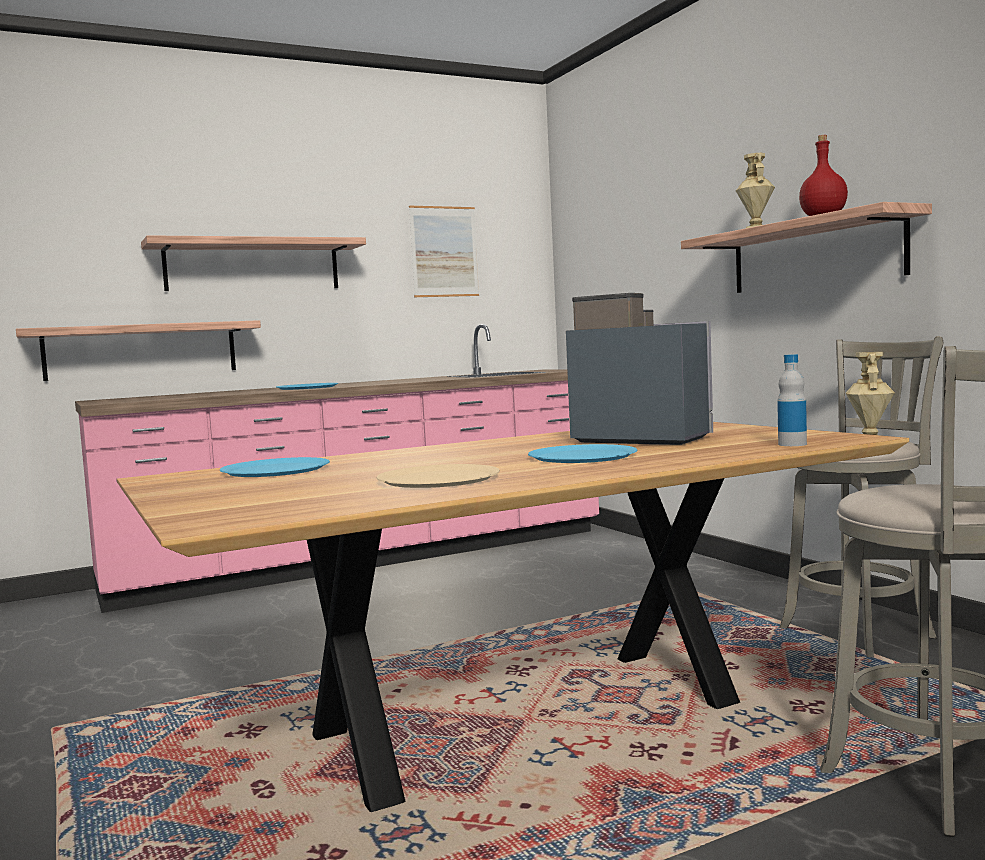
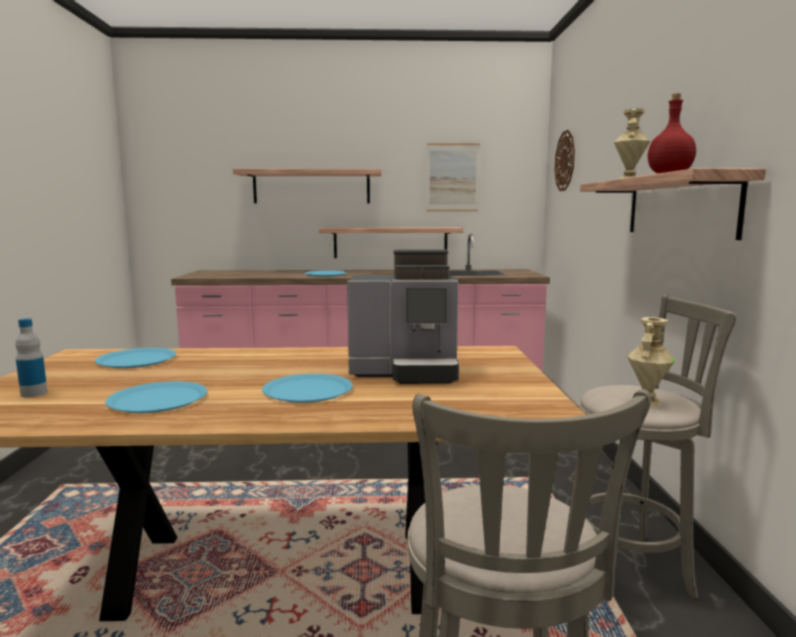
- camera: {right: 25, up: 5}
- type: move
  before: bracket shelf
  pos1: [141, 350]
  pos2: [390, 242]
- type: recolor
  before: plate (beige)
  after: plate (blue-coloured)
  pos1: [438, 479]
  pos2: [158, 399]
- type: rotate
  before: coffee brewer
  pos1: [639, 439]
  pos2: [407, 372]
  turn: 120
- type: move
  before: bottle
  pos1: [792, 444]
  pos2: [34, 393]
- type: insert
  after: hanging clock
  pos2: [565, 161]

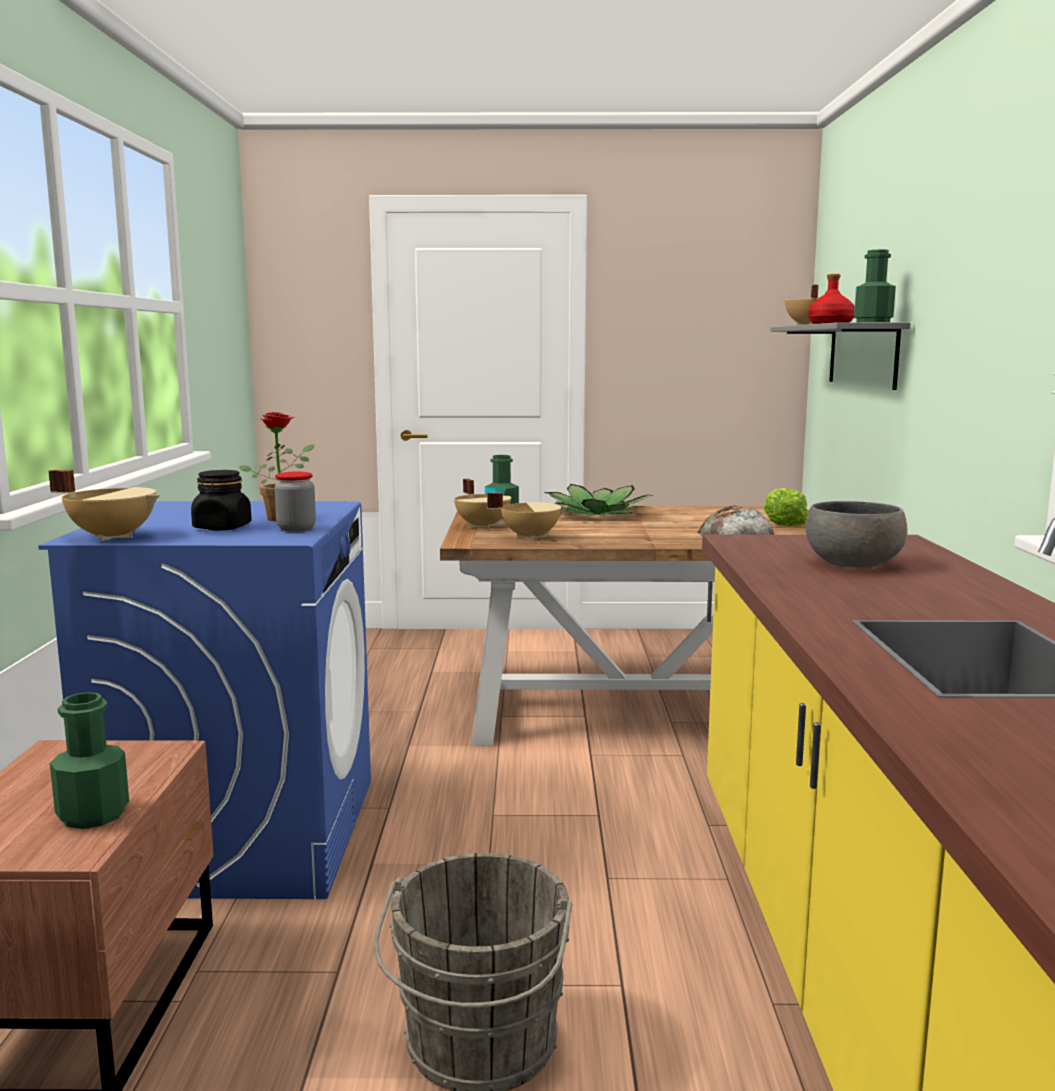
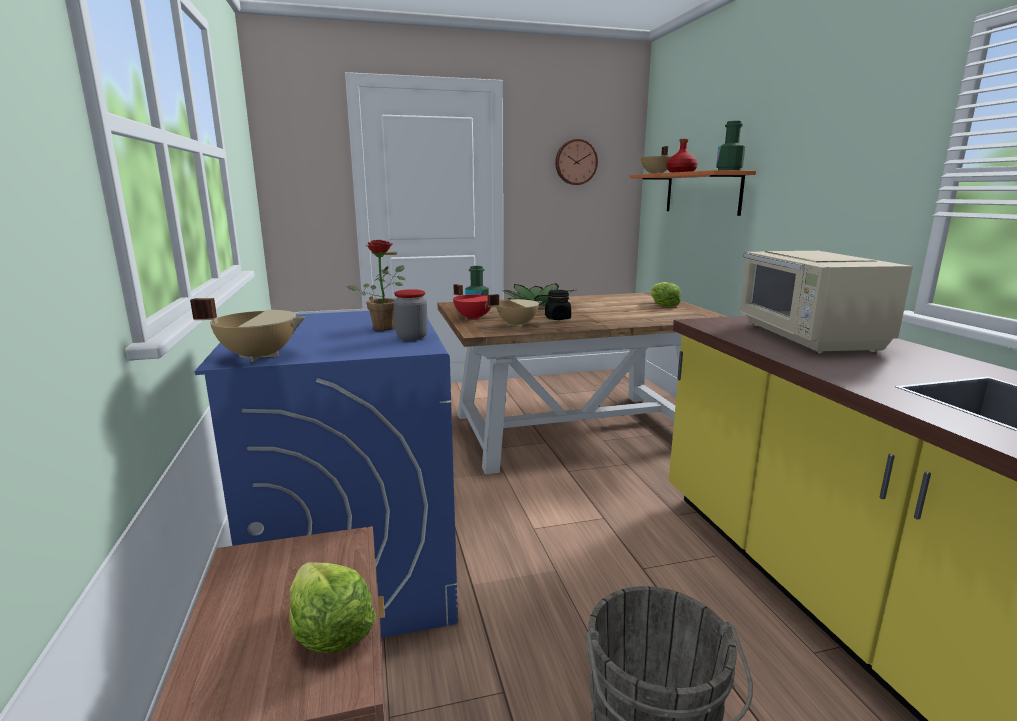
- camera: {right: -15, up: 5}
- type: replace
  before: bottle (greenish)
  after: lettuce
  pos1: [93, 814]
  pos2: [330, 630]
- type: move
  before: jar (black-coloured)
  pos1: [222, 527]
  pos2: [557, 318]
- type: recolor
  before: saucepot (beige)
  after: saucepot (reddish)
  pos1: [483, 526]
  pos2: [474, 318]
- type: delete
  before: baked bread
  pos1: [736, 533]
- type: recolor
  before: bracket shelf (gray)
  after: bracket shelf (orange-coloured)
  pos1: [862, 355]
  pos2: [702, 193]
- type: replace
  before: deep dish (gray)
  after: microwave oven (beige)
  pos1: [853, 564]
  pos2: [808, 337]
- type: insert
  after: hanging clock
  pos2: [575, 162]

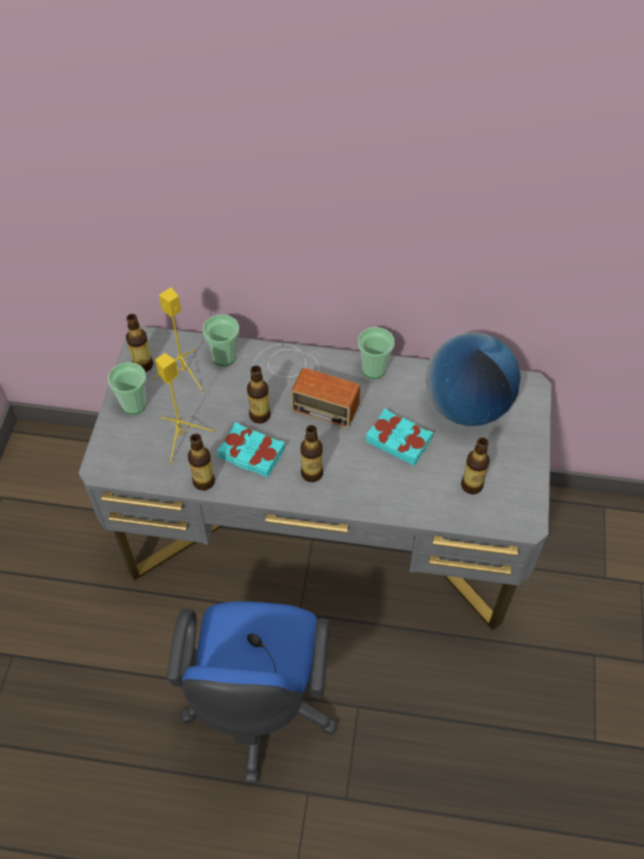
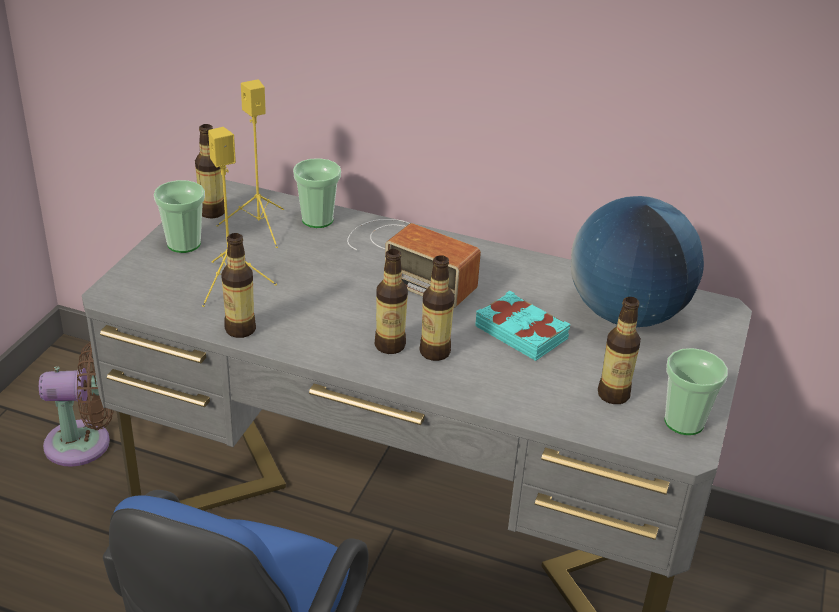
- camera: {right: 10, up: -20}
- type: delete
  before: book (turquoise)
  pos1: [251, 454]
- type: move
  before: bottle
  pos1: [260, 415]
  pos2: [435, 352]
- type: move
  before: drinking cup
  pos1: [374, 369]
  pos2: [684, 422]
- type: insert
  after: fan (brown)
  pos2: [85, 444]

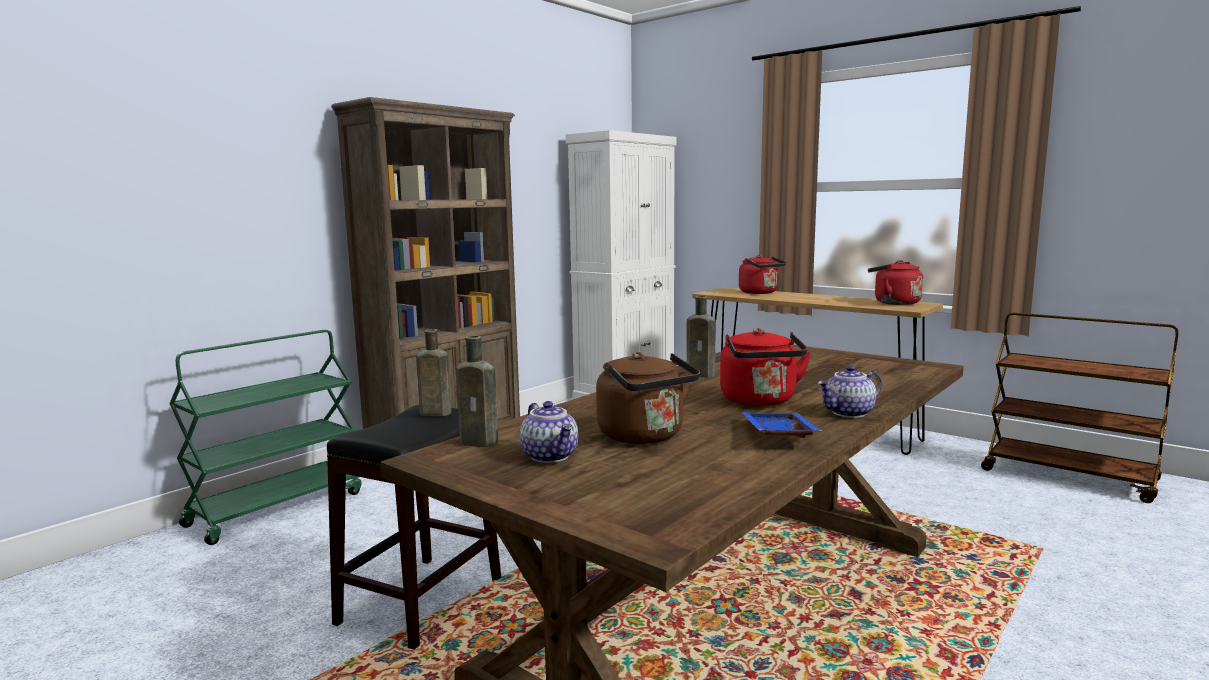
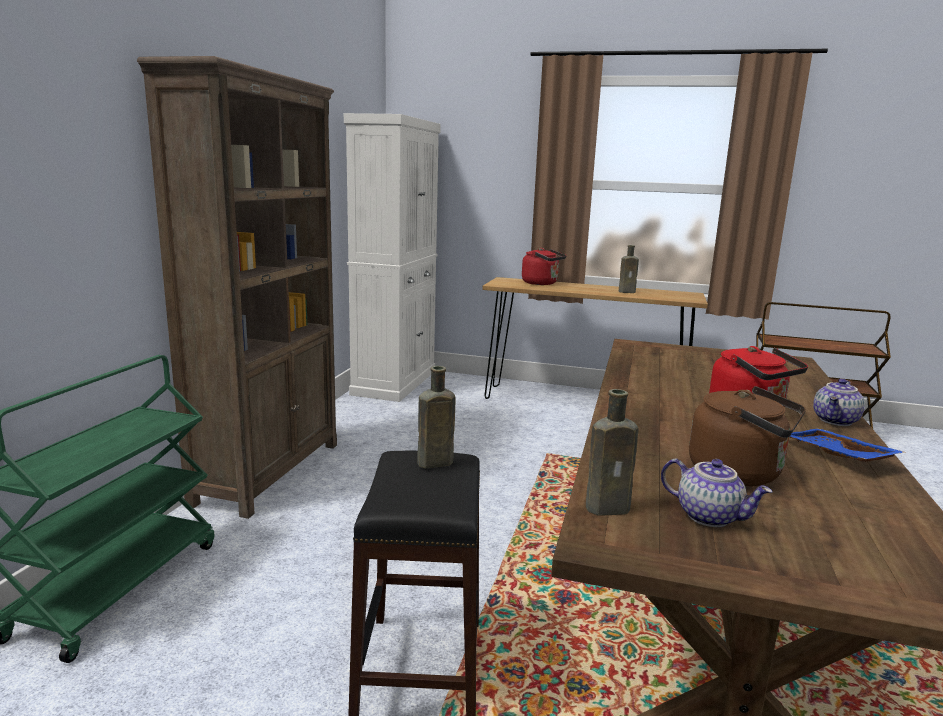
- camera: {right: -25, up: 5}
- type: move
  before: bottle (brown)
  pos1: [702, 375]
  pos2: [628, 292]
- type: delete
  before: kettle (reddish)
  pos1: [893, 303]

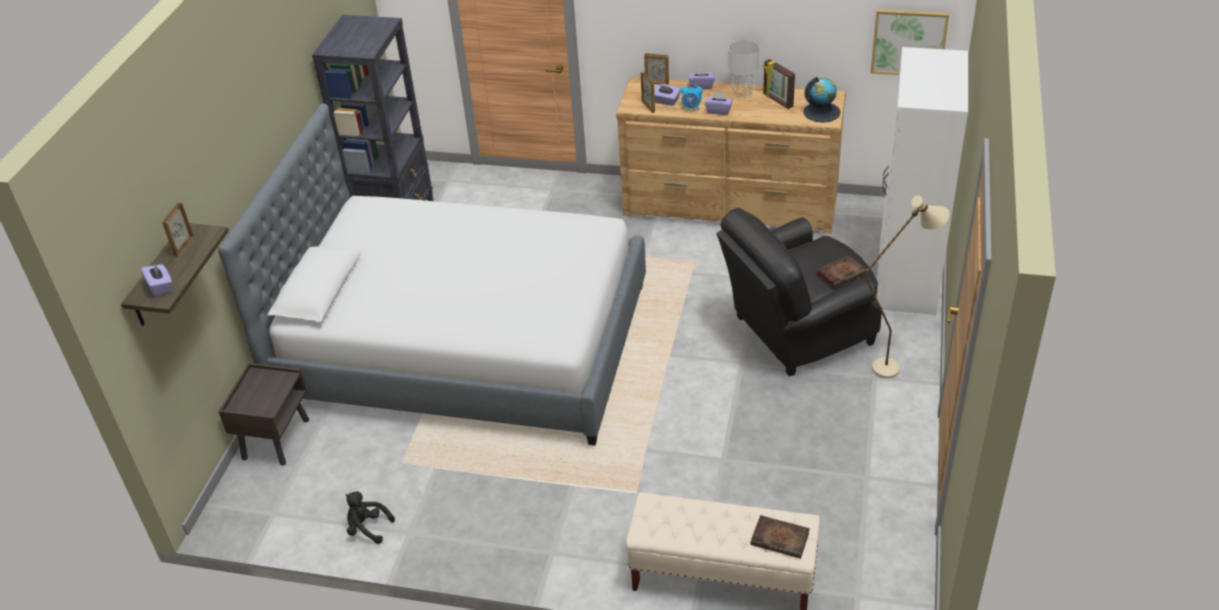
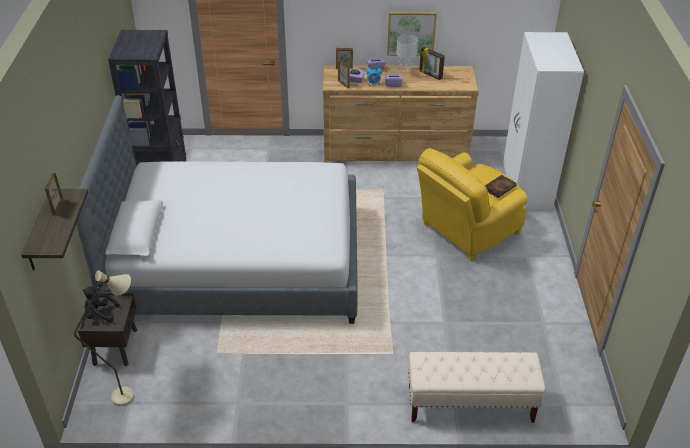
- camera: {right: -15, up: 0}
- type: delete
  before: box of tissues (purplish)
  pos1: [161, 287]
- type: move
  before: cuddly toy (black-coloured)
  pos1: [368, 528]
  pos2: [100, 314]
- type: recolor
  before: easy chair (black-coloured)
  after: easy chair (yellow-coloured)
  pos1: [797, 332]
  pos2: [467, 231]
- type: delete
  before: book
  pos1: [781, 539]
- type: delete
  before: desk globe
  pos1: [821, 112]
- type: move
  before: standard lamp (beige)
  pos1: [895, 366]
  pos2: [131, 393]
- type: move
  before: picture
  pos1: [909, 42]
  pos2: [411, 33]

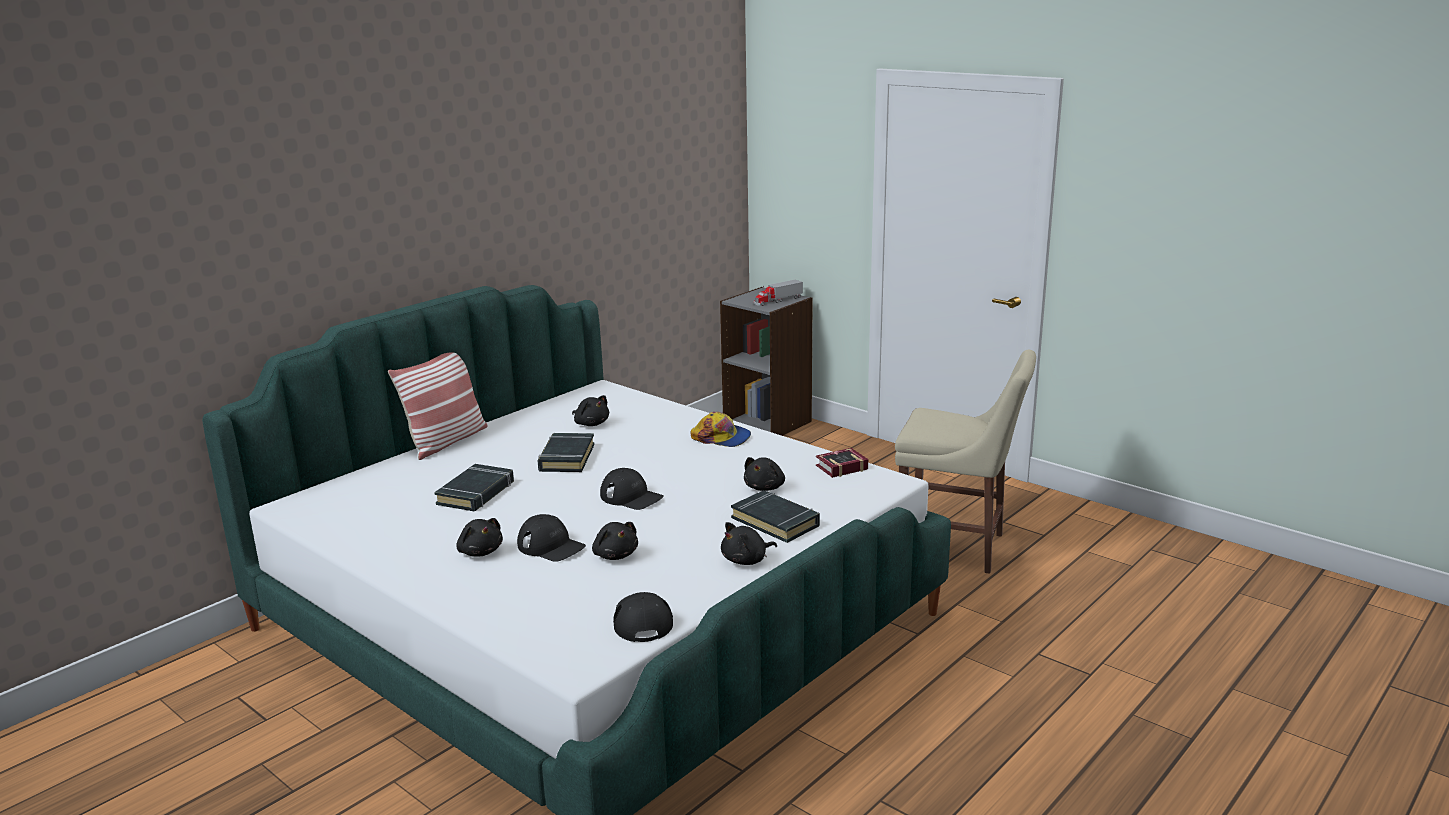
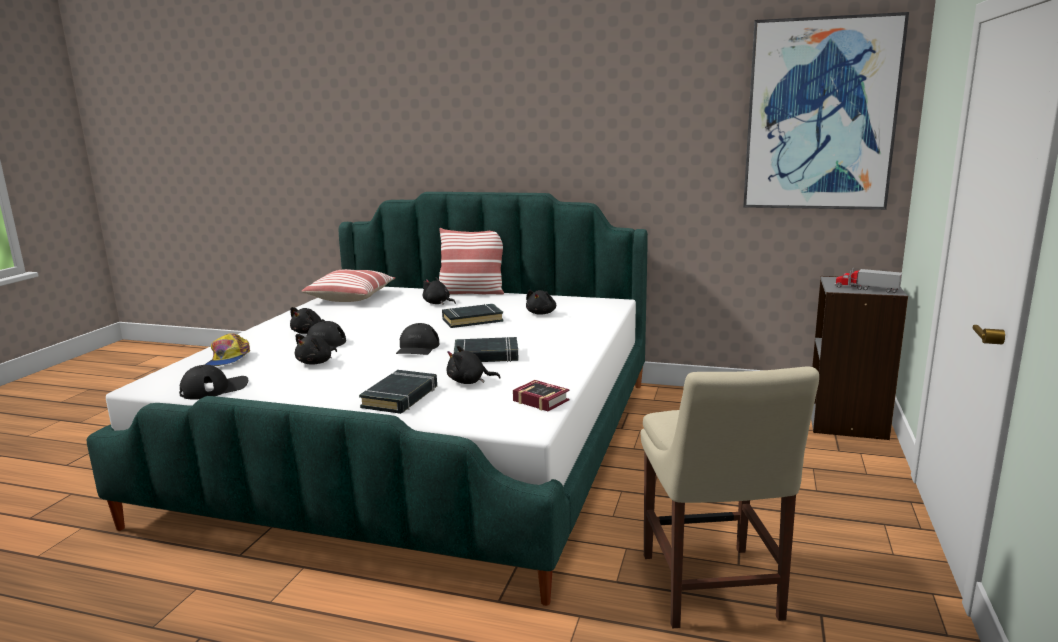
- camera: {right: 65, up: -5}
- type: move
  before: book (black-coloured)
  pos1: [476, 493]
  pos2: [486, 356]
- type: move
  before: cap
  pos1: [722, 438]
  pos2: [228, 359]
- type: move
  before: cuddly toy (black-coloured)
  pos1: [746, 560]
  pos2: [437, 303]
- type: insert
  after: pillow
  pos2: [351, 297]
- type: insert
  after: picture
  pos2: [820, 115]

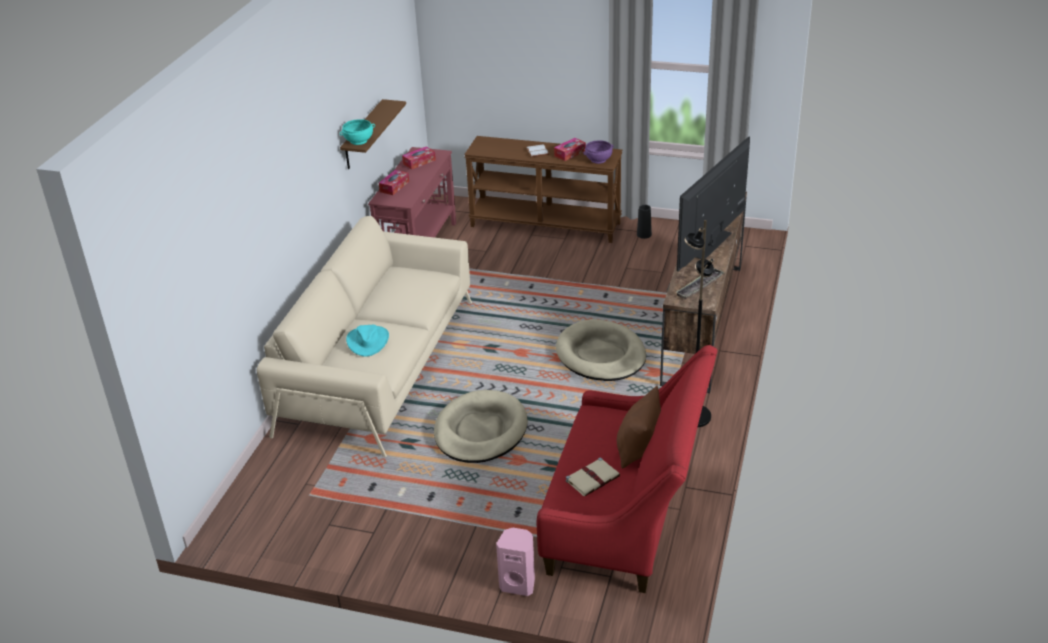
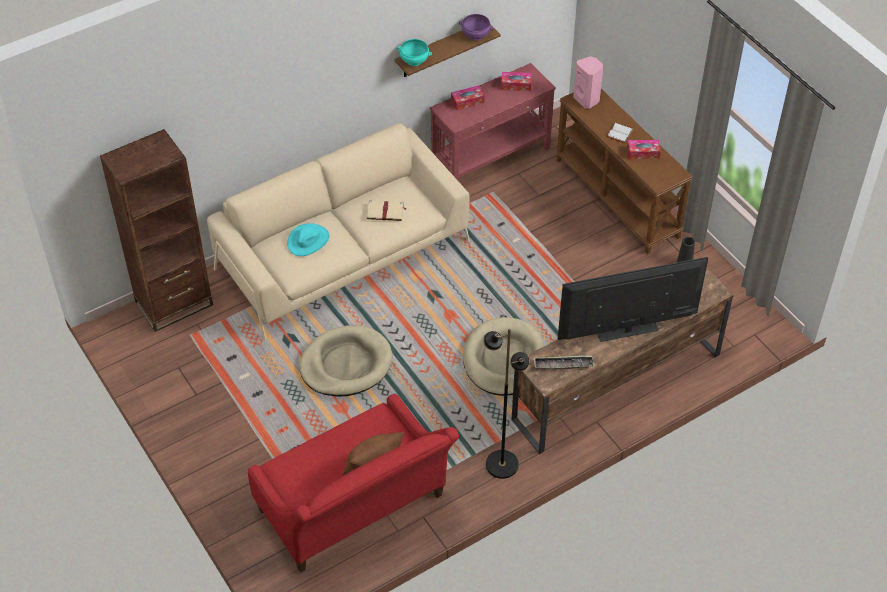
- camera: {right: 40, up: 15}
- type: move
  before: loudspeaker (pinkish)
  pos1: [518, 584]
  pos2: [587, 99]
- type: move
  before: book (beige)
  pos1: [593, 478]
  pos2: [386, 212]
- type: move
  before: deep dish (purplish)
  pos1: [598, 160]
  pos2: [475, 35]
- type: insert
  after: shelving unit (brown)
  pos2: [174, 304]

